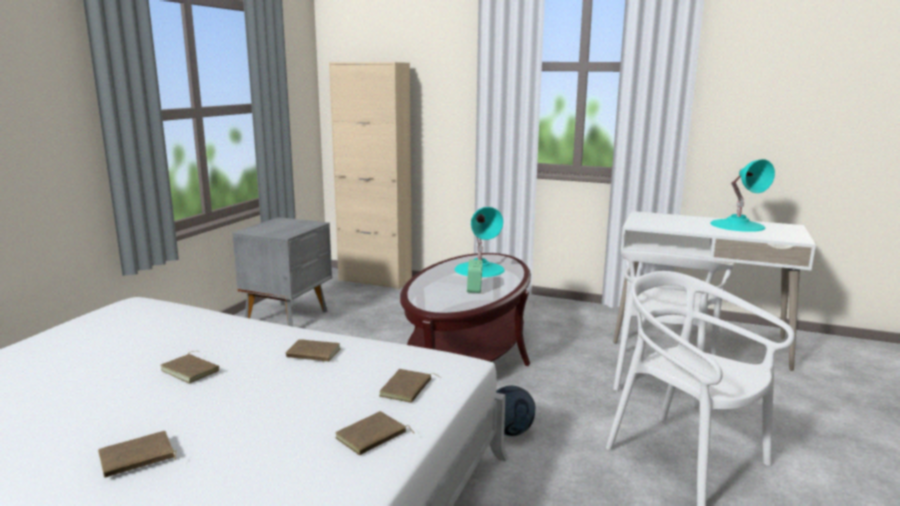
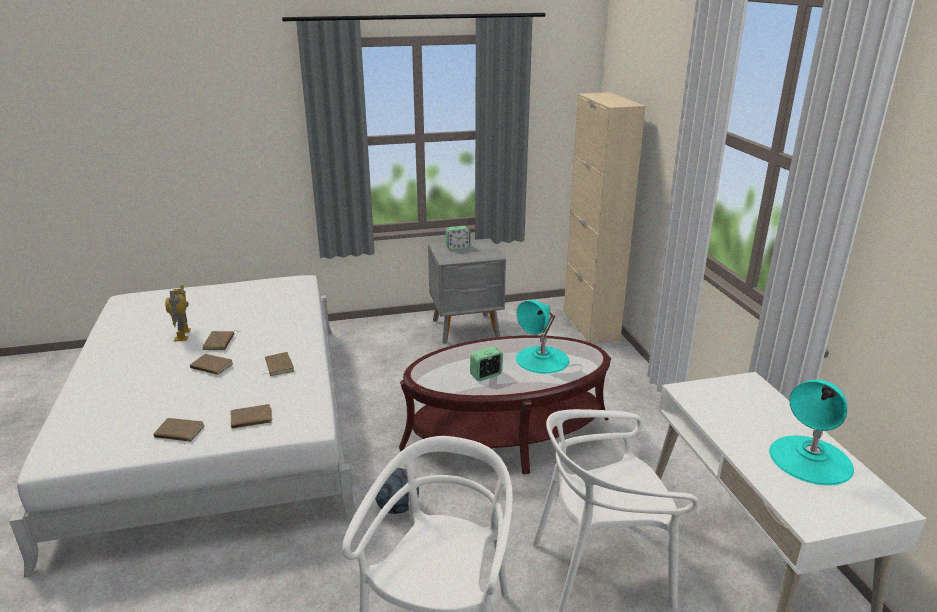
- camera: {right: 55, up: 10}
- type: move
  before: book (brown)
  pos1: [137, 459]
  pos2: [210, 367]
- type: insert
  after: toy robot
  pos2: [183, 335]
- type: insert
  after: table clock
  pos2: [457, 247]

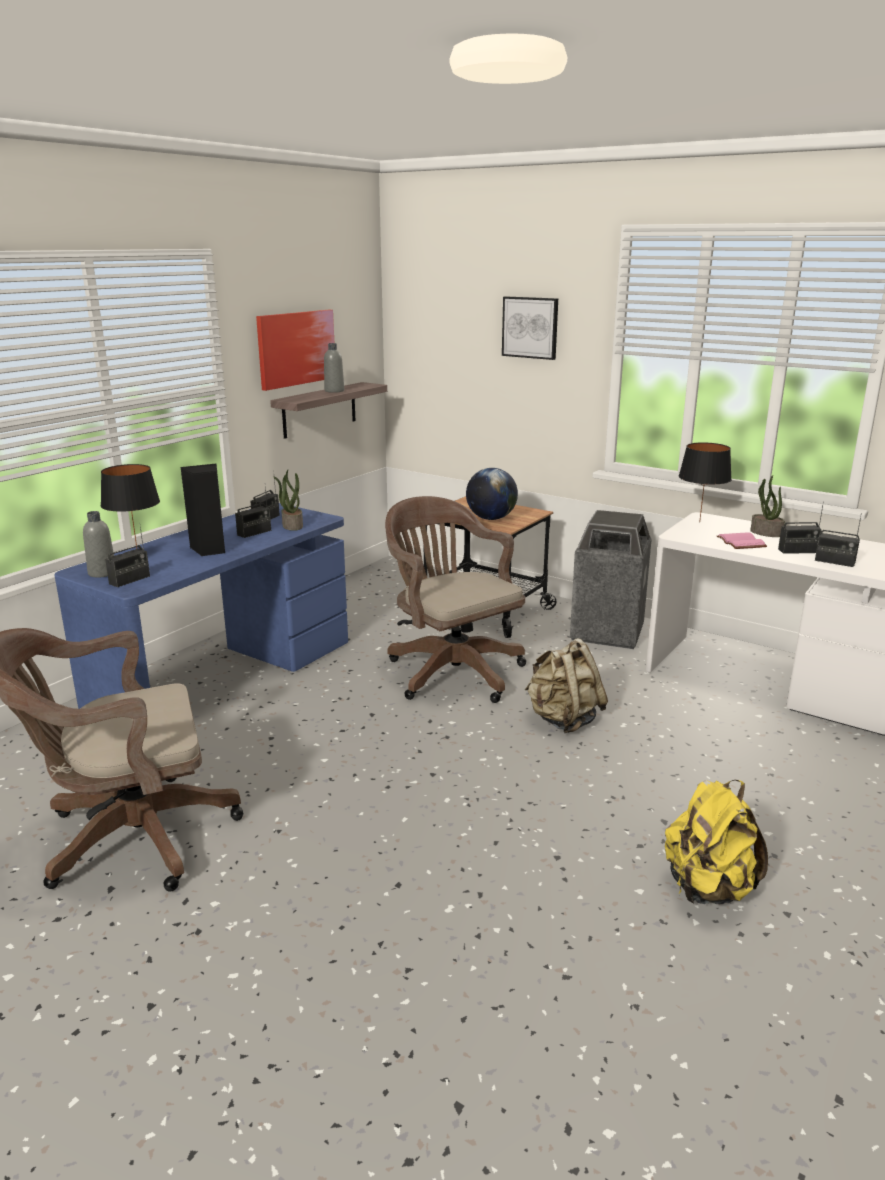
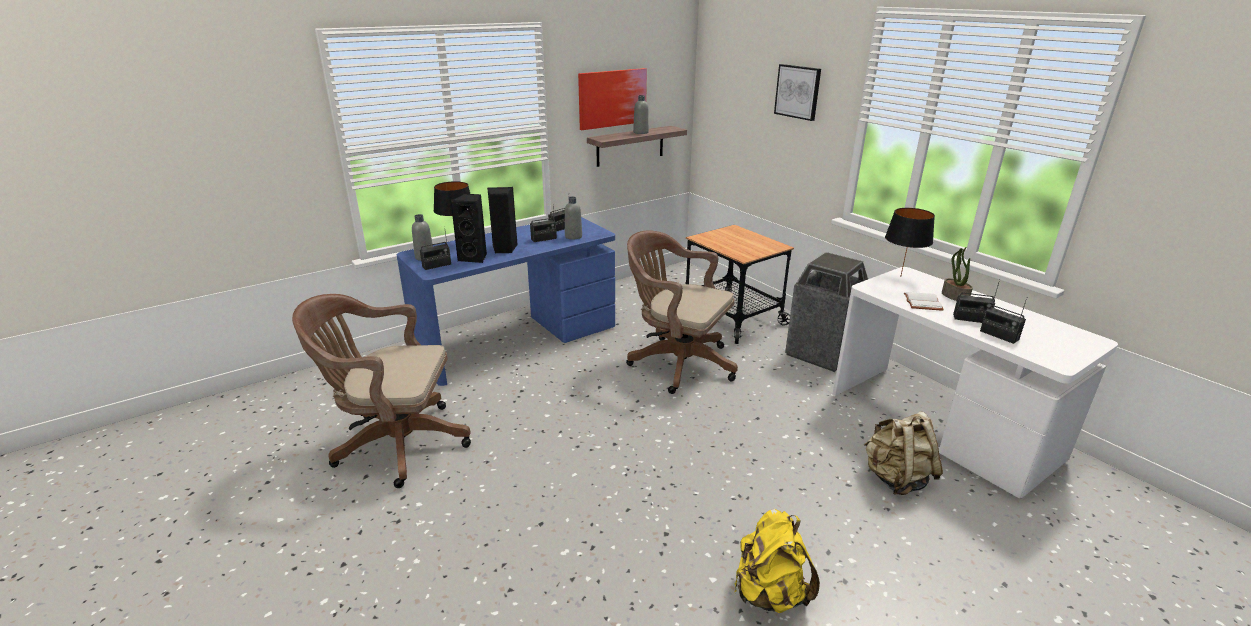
- camera: {right: 20, up: 5}
- type: replace
  before: potted plant
  after: bottle (gray)
  pos1: [292, 526]
  pos2: [573, 236]
- type: rotate
  before: desk chair (brown)
  pos1: [451, 670]
  pos2: [677, 363]
  turn: -45
- type: delete
  before: desk globe
  pos1: [491, 518]
- type: move
  before: backpack (beige)
  pos1: [563, 720]
  pos2: [896, 479]
- type: recolor
  before: book (pinkish)
  after: book (whitish)
  pos1: [742, 543]
  pos2: [924, 303]
- type: insert
  after: loudspeaker (black-coloured)
  pos2: [474, 258]

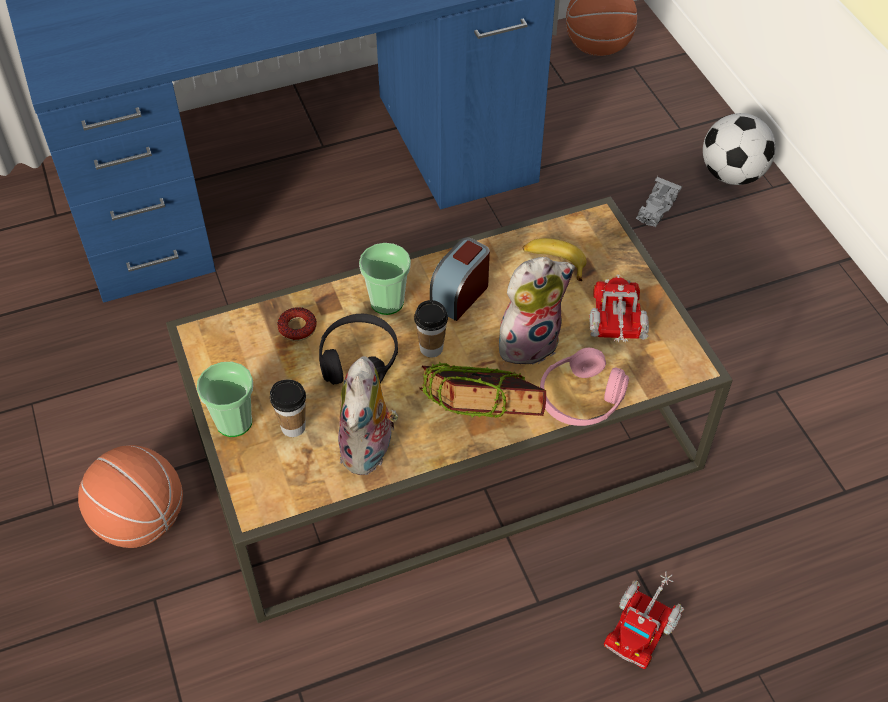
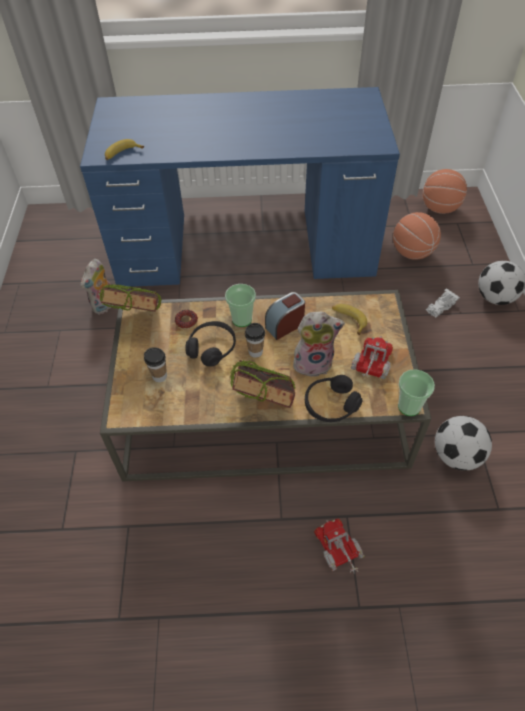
- camera: {right: 20, up: 0}
- type: move
  before: basketball
  pos1: [140, 520]
  pos2: [412, 252]
- type: move
  before: drinking cup
  pos1: [234, 422]
  pos2: [409, 406]
- type: move
  before: cuddly toy
  pos1: [369, 451]
  pos2: [105, 306]
- type: recolor
  before: headset (pinkish)
  after: headset (black-coloured)
  pos1: [581, 398]
  pos2: [331, 404]
- type: rotate
  before: toy truck
  pos1: [644, 622]
  pos2: [339, 551]
  turn: 105
- type: insert
  after: book
  pos2: [137, 321]
- type: insert
  after: banana fruit
  pos2: [122, 154]
- type: insert
  after: ball for football
  pos2: [456, 456]

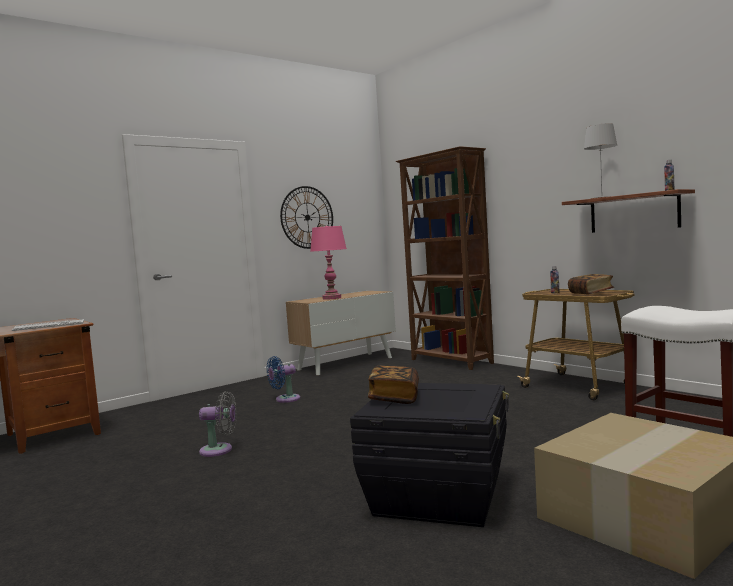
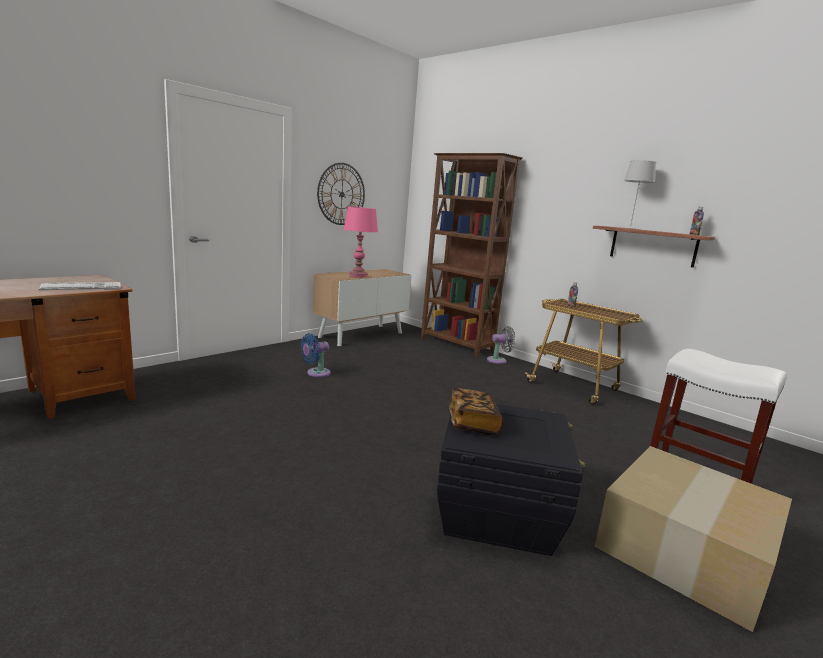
- camera: {right: -10, up: 10}
- type: move
  before: fan (gray)
  pos1: [219, 450]
  pos2: [499, 360]
- type: delete
  before: book
  pos1: [591, 293]

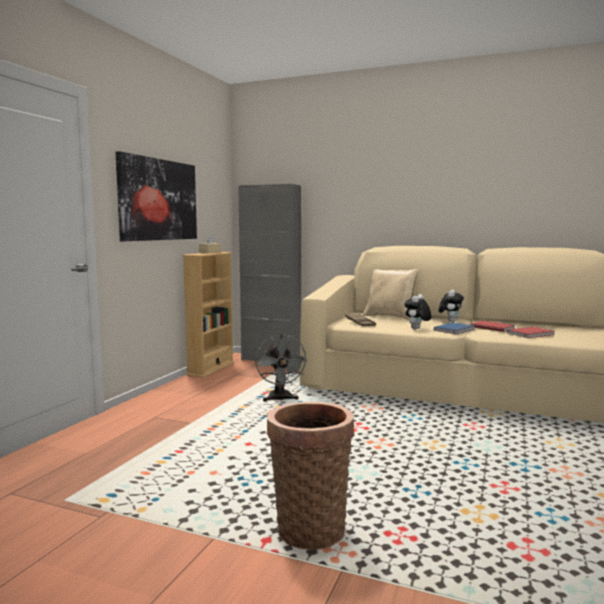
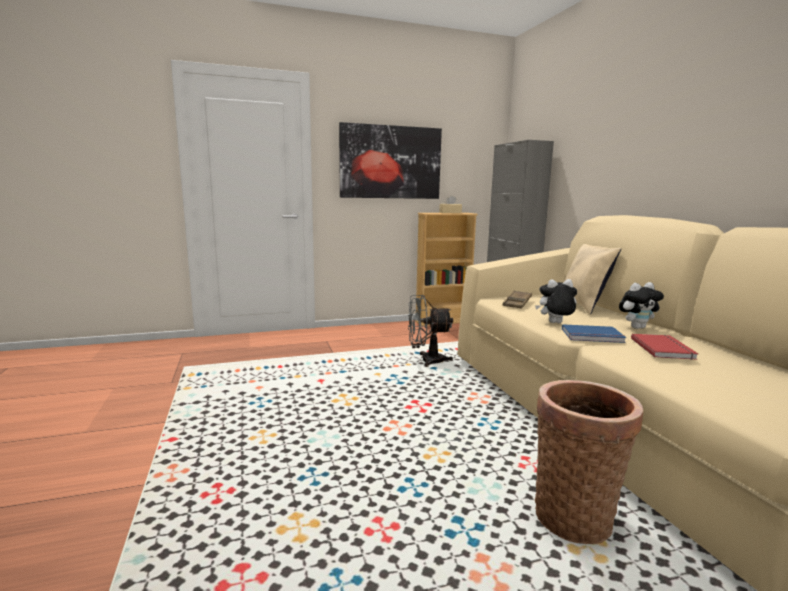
- camera: {right: 50, up: 5}
- type: rotate
  before: fan (gray)
  pos1: [280, 400]
  pos2: [426, 361]
  turn: 45
- type: move
  before: basket
  pos1: [310, 528]
  pos2: [574, 515]
- type: delete
  before: book (reddish)
  pos1: [531, 334]

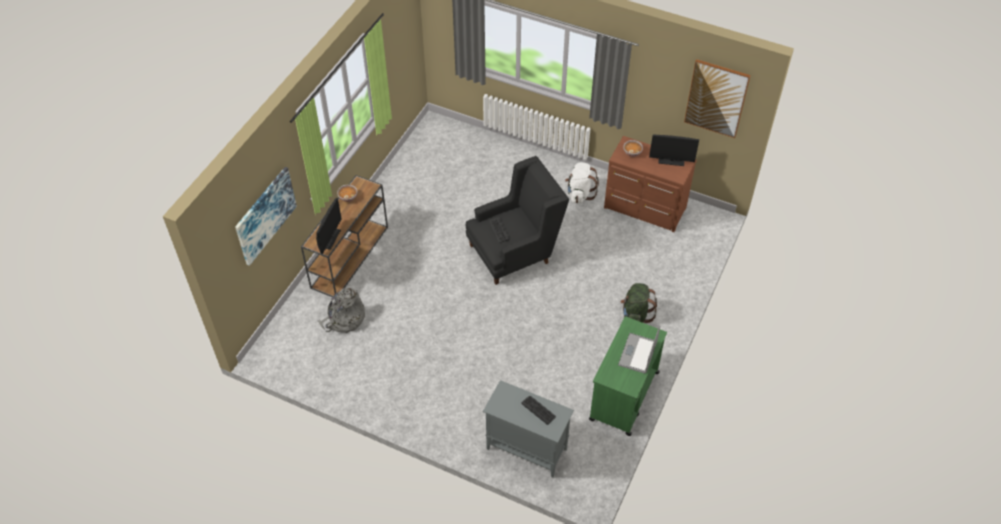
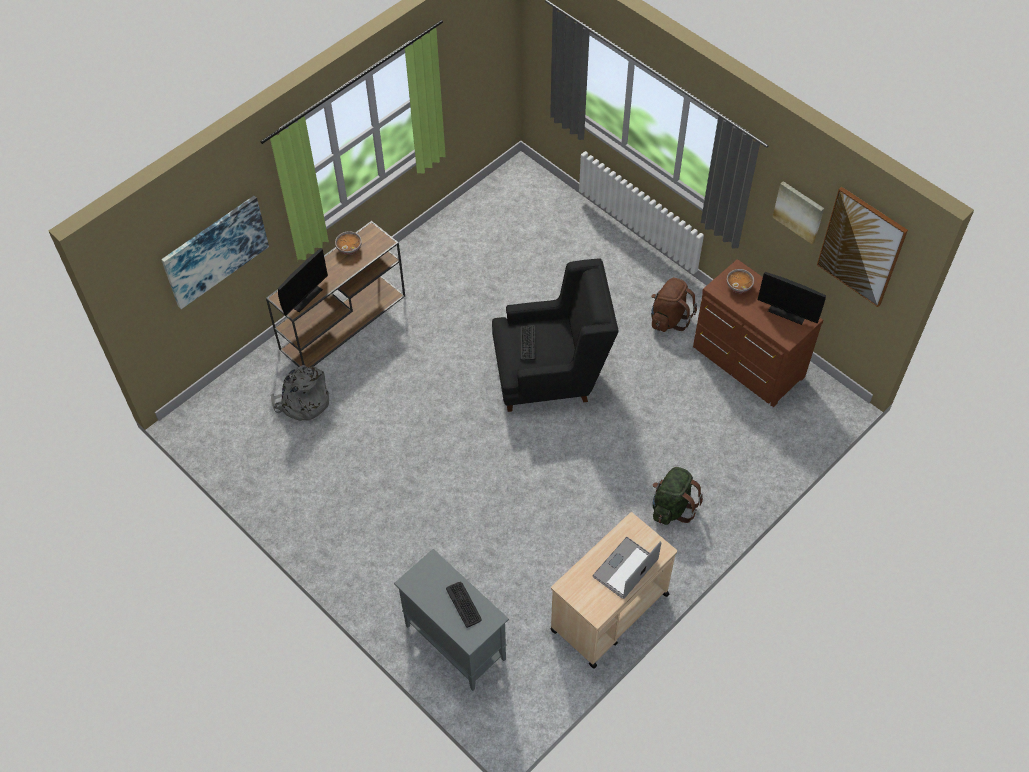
- camera: {right: 20, up: 5}
- type: recolor
  before: backpack (whitish)
  after: backpack (brown)
  pos1: [579, 193]
  pos2: [669, 318]
- type: recolor
  before: cart (greenish)
  after: cart (beige)
  pos1: [623, 396]
  pos2: [609, 612]
- type: insert
  after: picture
  pos2: [799, 211]

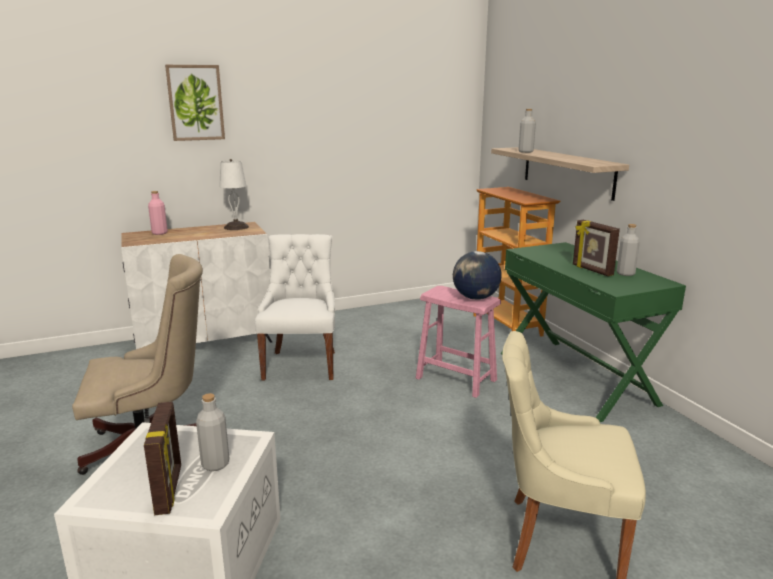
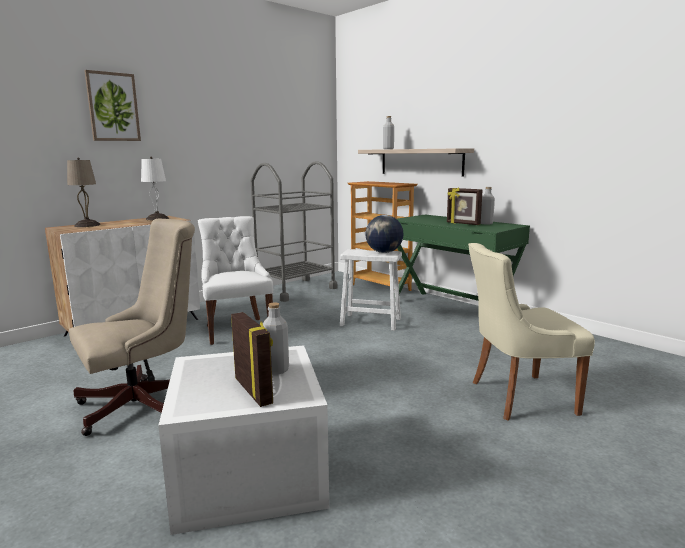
- camera: {right: -20, up: -5}
- type: replace
  before: bottle (pinkish)
  after: table lamp (beige)
  pos1: [159, 233]
  pos2: [86, 225]
- type: recolor
  before: stool seat (pinkish)
  after: stool seat (whitish)
  pos1: [456, 379]
  pos2: [370, 322]
- type: insert
  after: cart (gray)
  pos2: [295, 289]

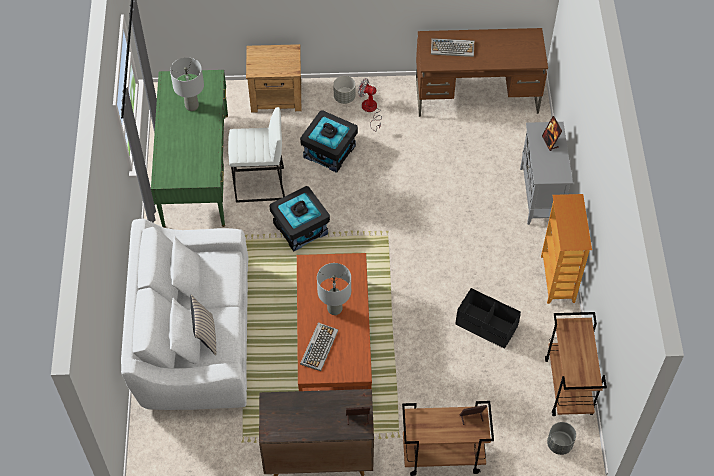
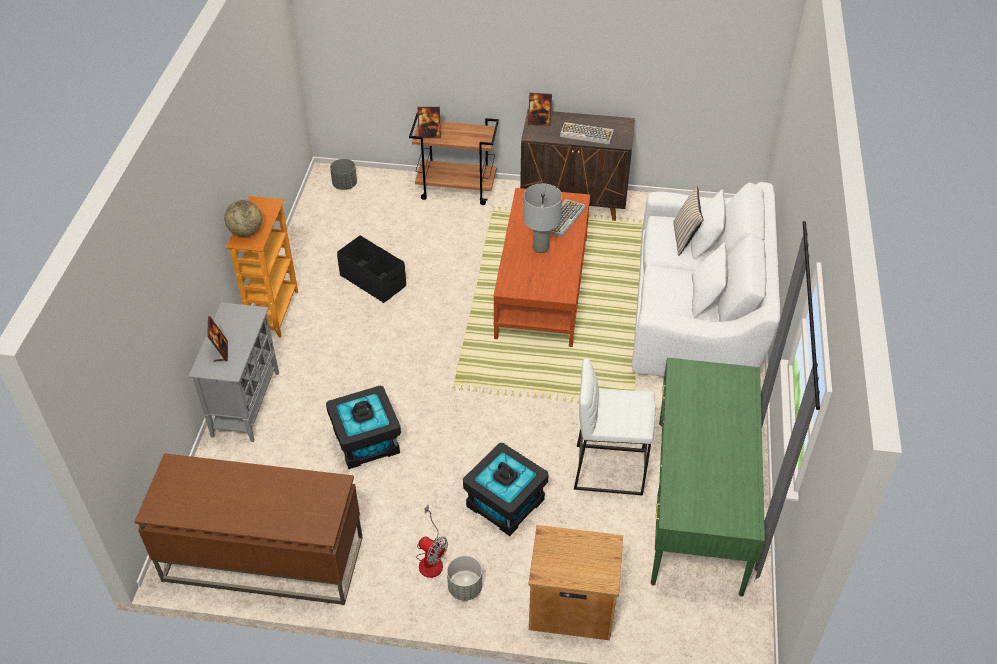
- camera: {right: -170, up: -10}
- type: delete
  before: table lamp (gray)
  pos1: [191, 106]
- type: move
  before: storage container (black-coloured)
  pos1: [300, 228]
  pos2: [366, 441]
- type: move
  before: computer keyboard
  pos1: [453, 48]
  pos2: [586, 134]
- type: delete
  before: cart (brown)
  pos1: [569, 387]
- type: insert
  after: desk globe
  pos2: [246, 232]

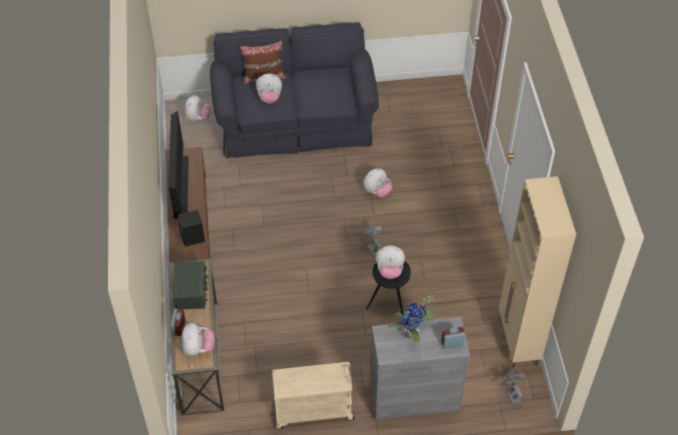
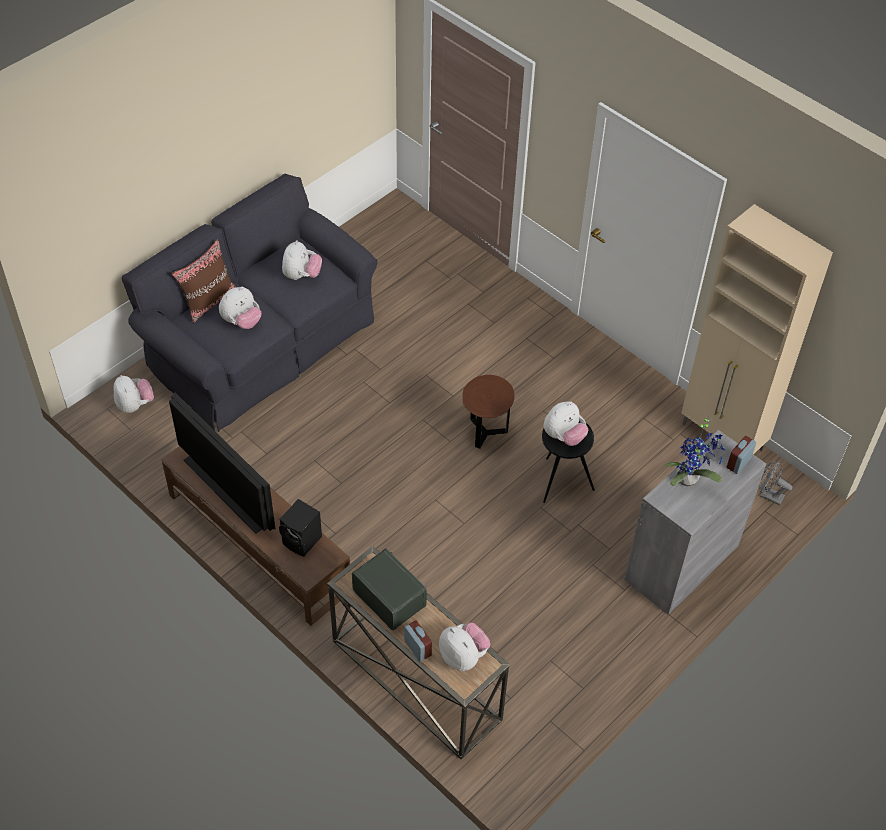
- camera: {right: -40, up: 0}
- type: delete
  before: cart (beige)
  pos1: [313, 411]
- type: replace
  before: fan (gray)
  after: accent table (brown)
  pos1: [372, 248]
  pos2: [485, 433]
- type: move
  before: cuddly toy
  pos1: [377, 192]
  pos2: [301, 275]

